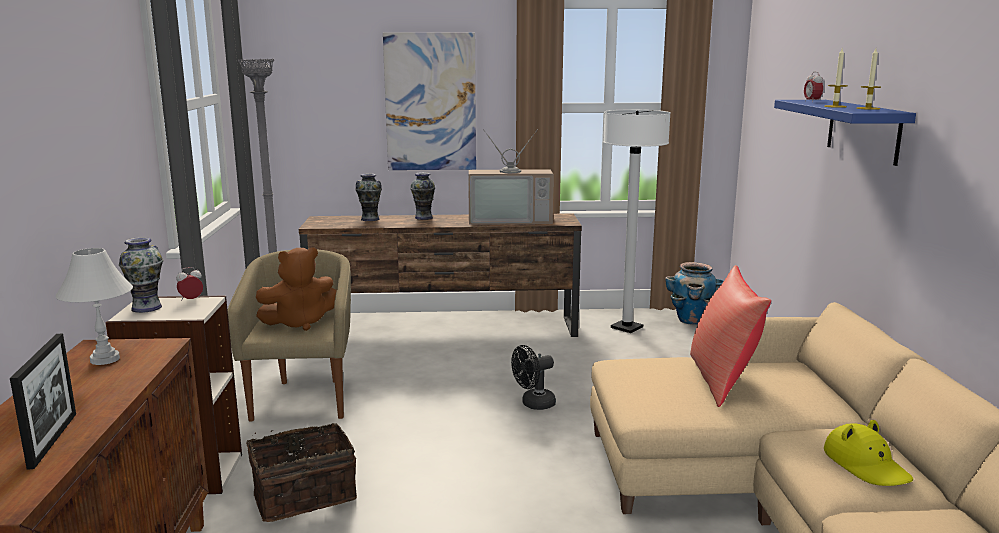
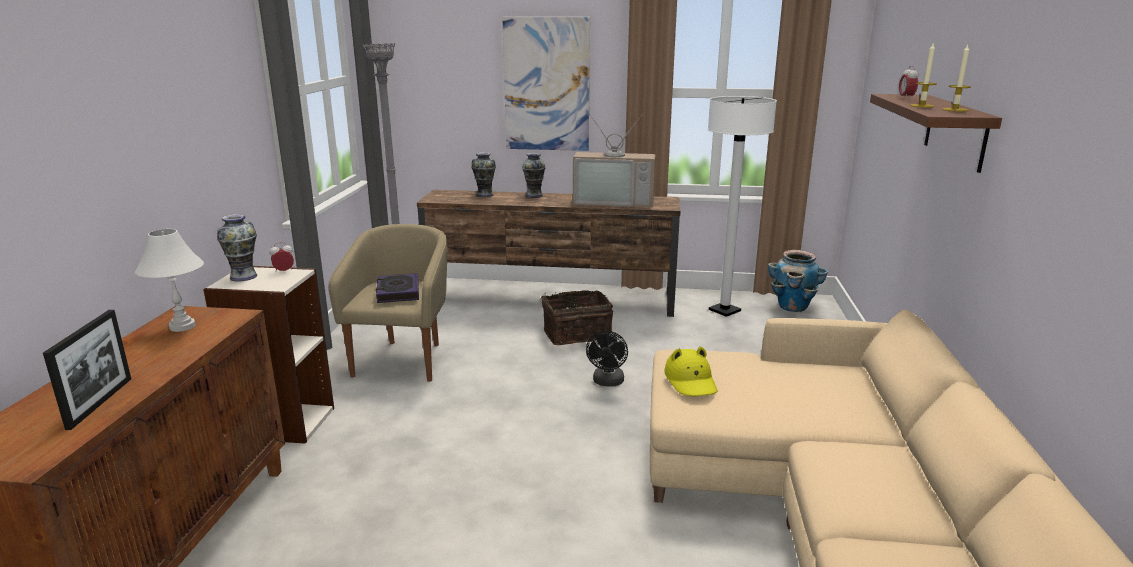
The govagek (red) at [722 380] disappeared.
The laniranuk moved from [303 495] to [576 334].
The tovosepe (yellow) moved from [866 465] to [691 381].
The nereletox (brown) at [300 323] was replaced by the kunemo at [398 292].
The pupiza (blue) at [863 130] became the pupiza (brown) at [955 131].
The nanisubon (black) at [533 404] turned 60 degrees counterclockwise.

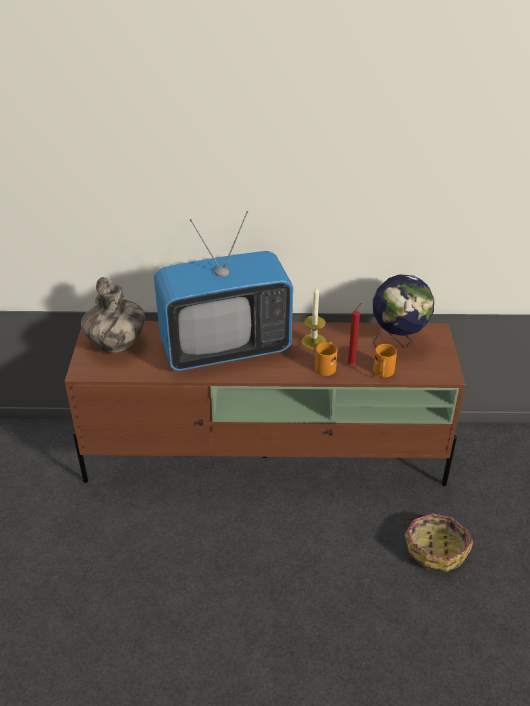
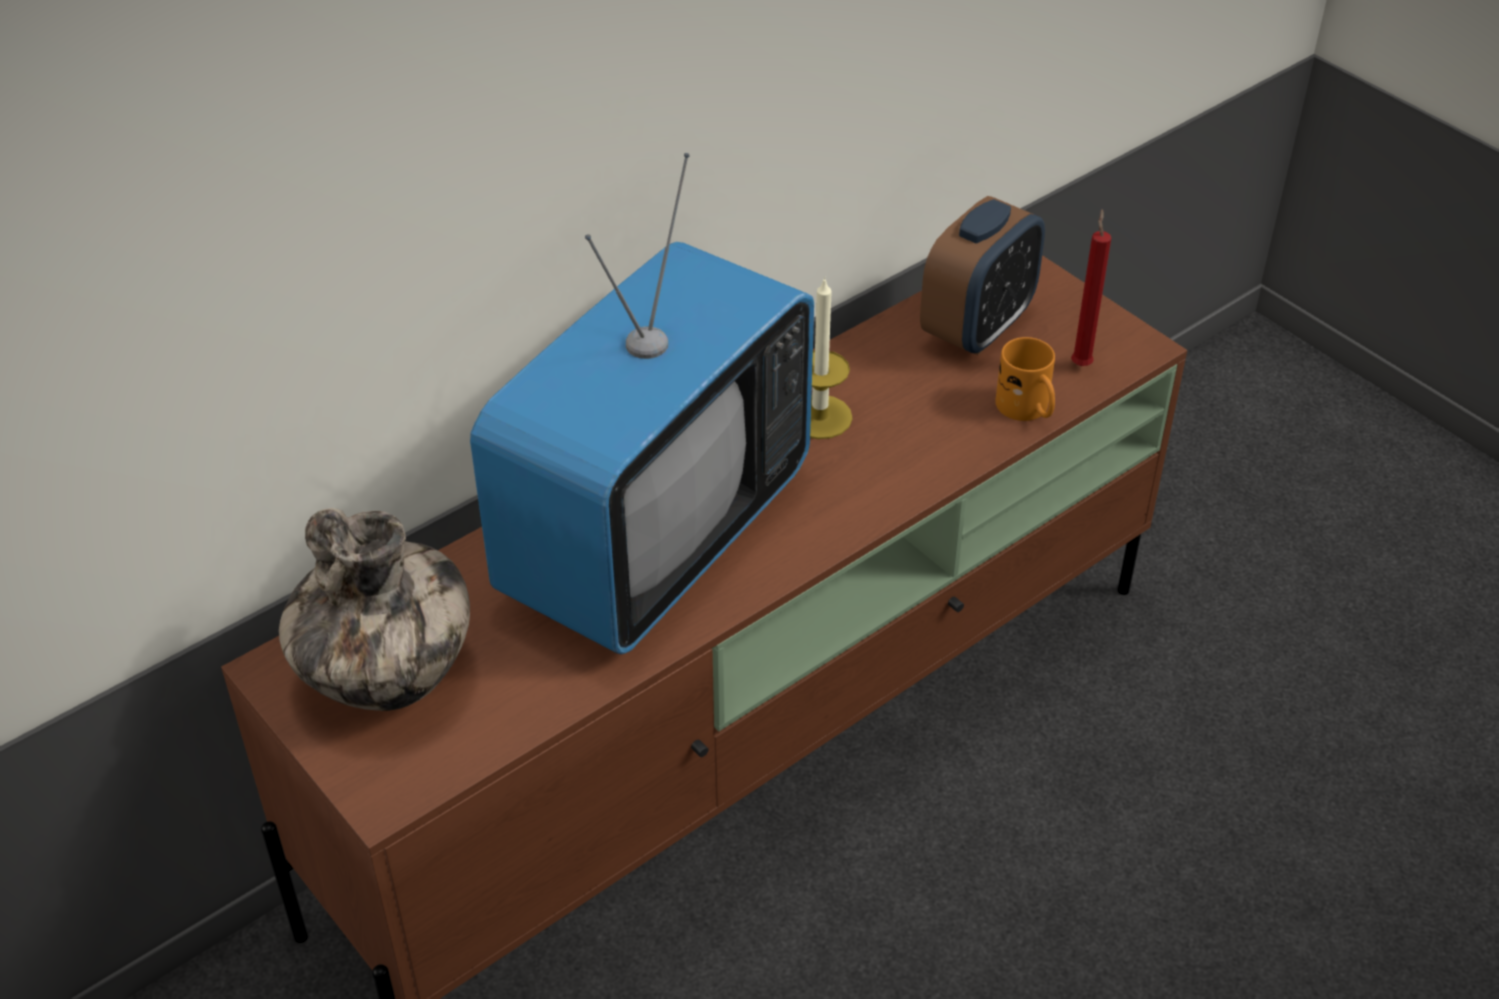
The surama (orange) at [326 366] disappeared.
The laniranuk at [436 549] disappeared.
The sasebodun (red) moved from [352 364] to [1081 363].
The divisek at [398 342] was replaced by the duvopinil at [977 328].

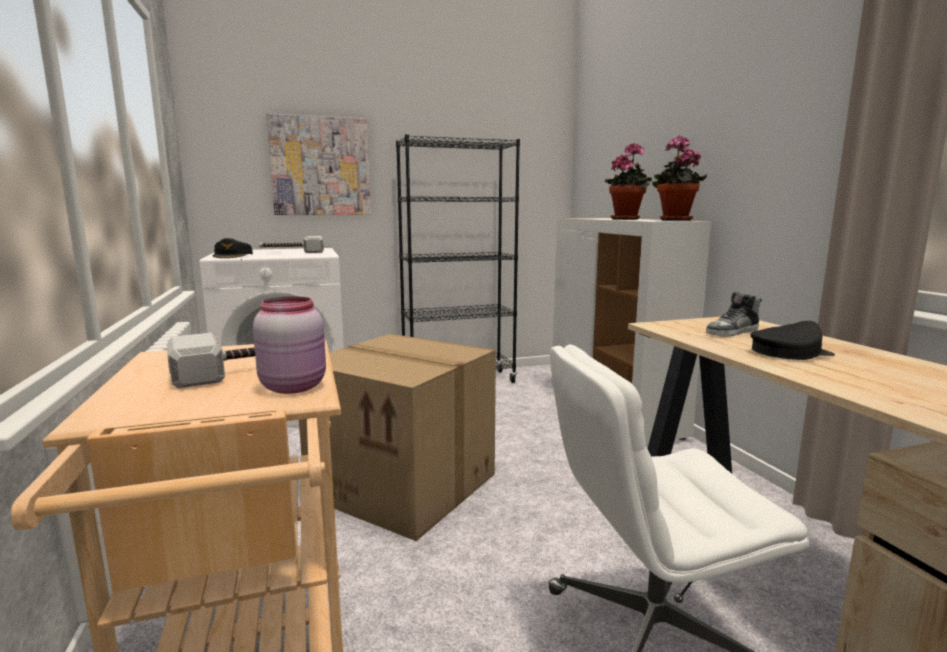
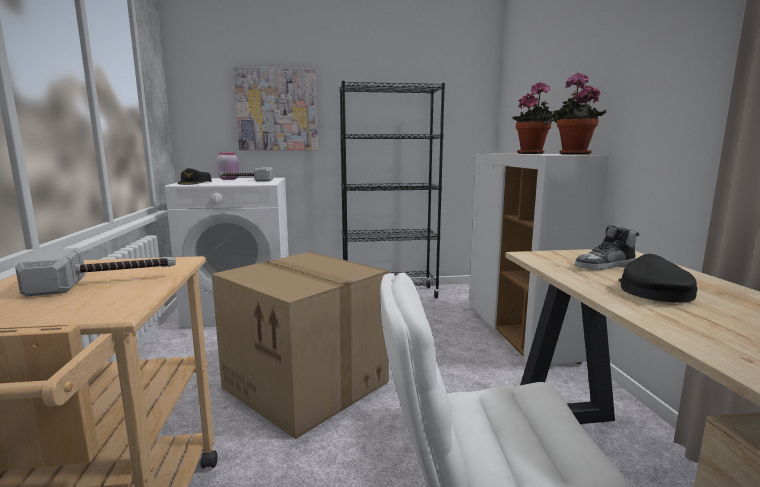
The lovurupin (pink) moved from [294 386] to [229 179].
The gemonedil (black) at [789 352] turned 75 degrees counterclockwise.

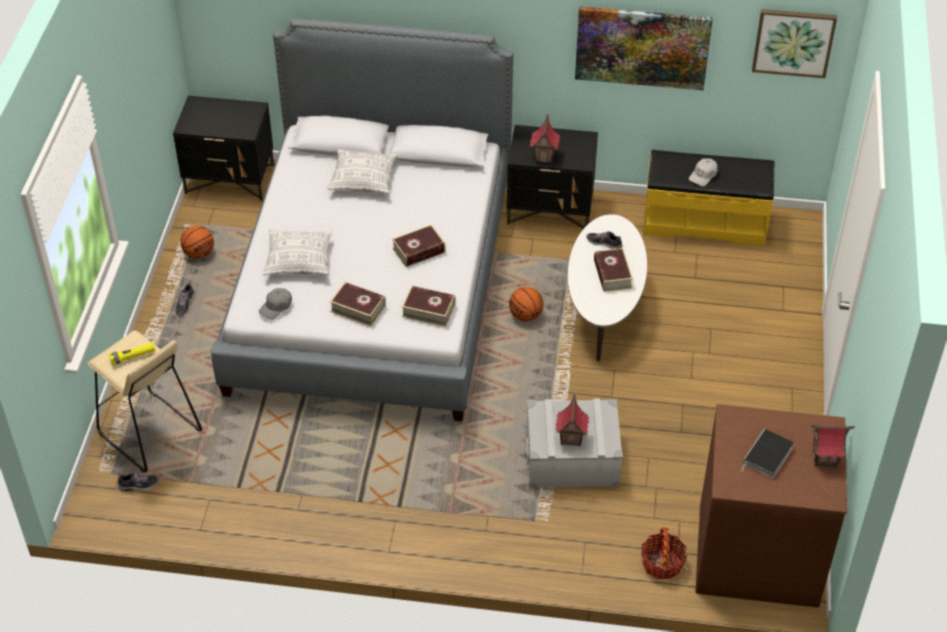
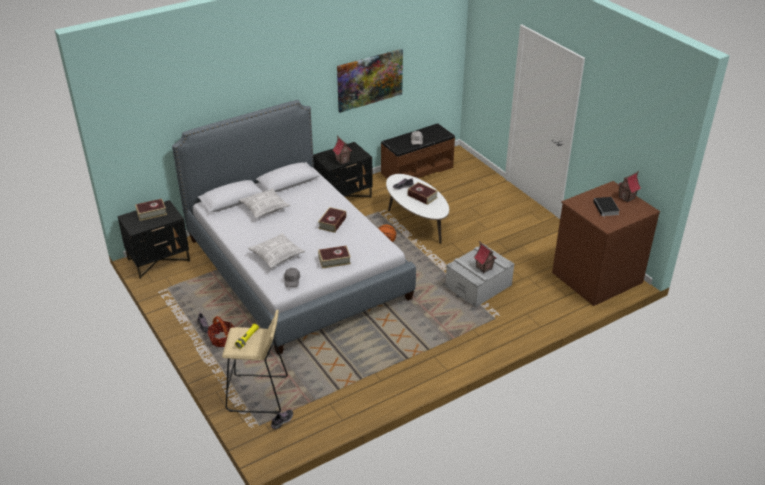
The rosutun at [199 253] disappeared.
The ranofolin at [793 42] disappeared.
The kunemo moved from [428 310] to [151 213].
The laniranuk moved from [662 563] to [222 339].
The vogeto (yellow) at [704 221] became the vogeto (brown) at [417 170].

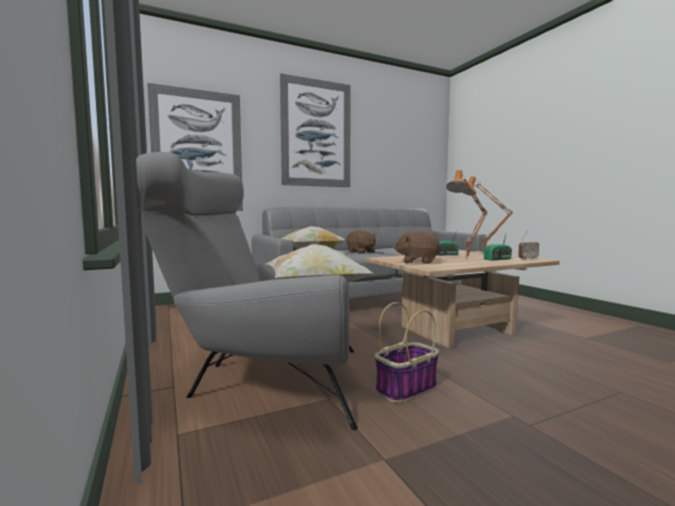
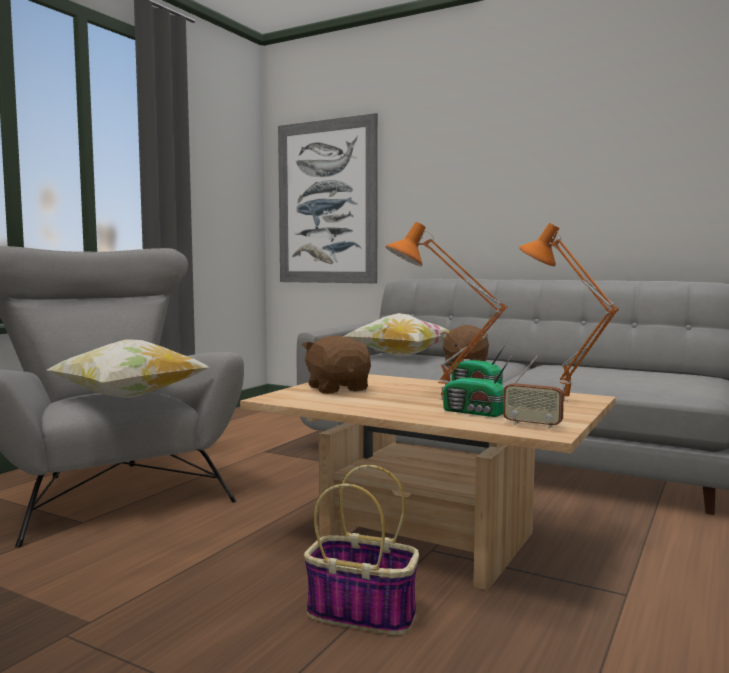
The ranofolin at [316 133] disappeared.
The laniranuk moved from [406 388] to [364 613].

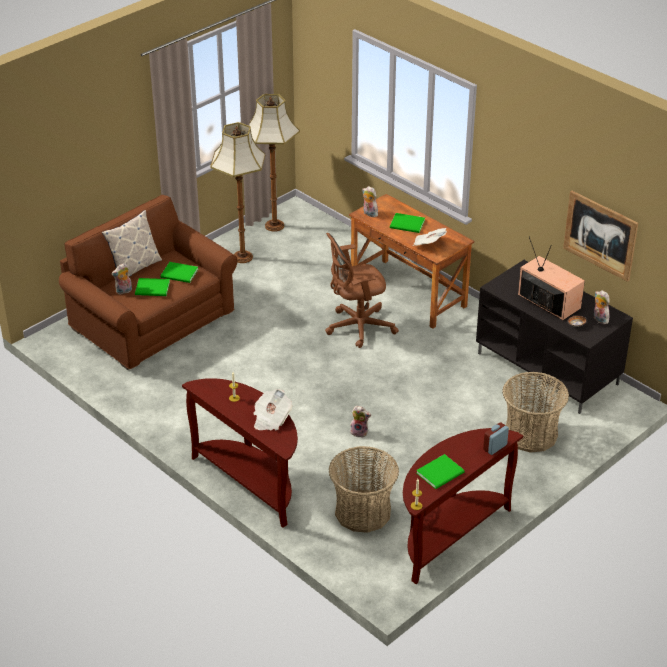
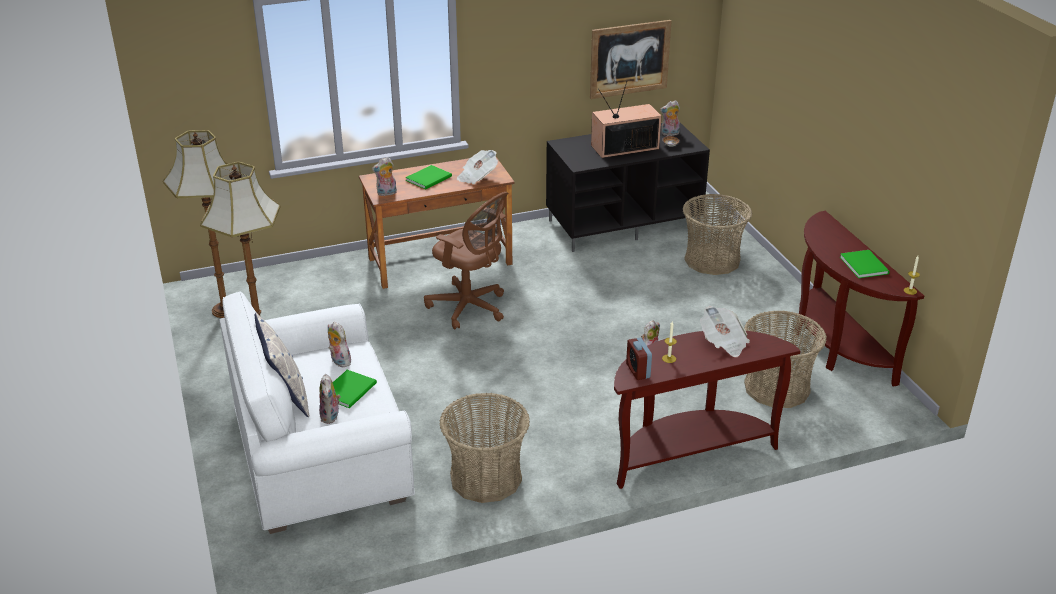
The laniranuk at [486 478] appeared.
The duvopinil moved from [495 447] to [638 371].
The kunemo (green) at [180 274] was replaced by the nereletox at [339 361].
The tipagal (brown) at [152 321] became the tipagal (white) at [321 454].
The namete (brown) at [357 327] turned 60 degrees counterclockwise.

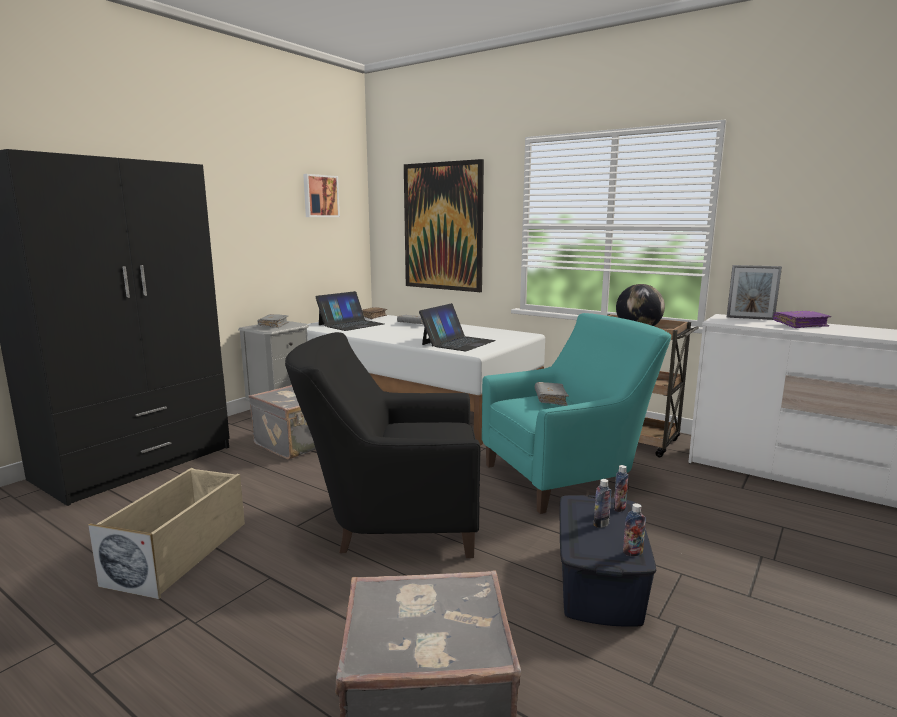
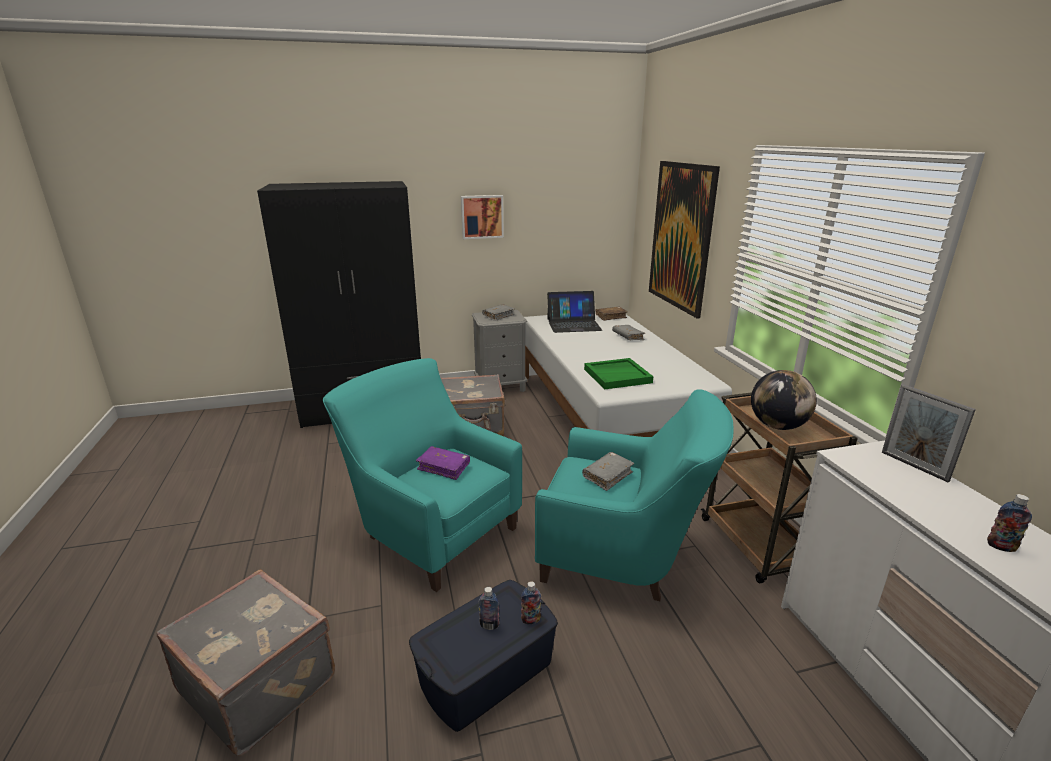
The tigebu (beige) at [179 552] disappeared.
The ranofolin moved from [320 196] to [482 216].
The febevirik moved from [632 552] to [1001 546].
The kunemo (purple) moved from [800 325] to [444 467].
The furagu at [458 342] was replaced by the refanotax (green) at [617 376].
The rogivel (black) at [391 522] became the rogivel (turquoise) at [430 529].

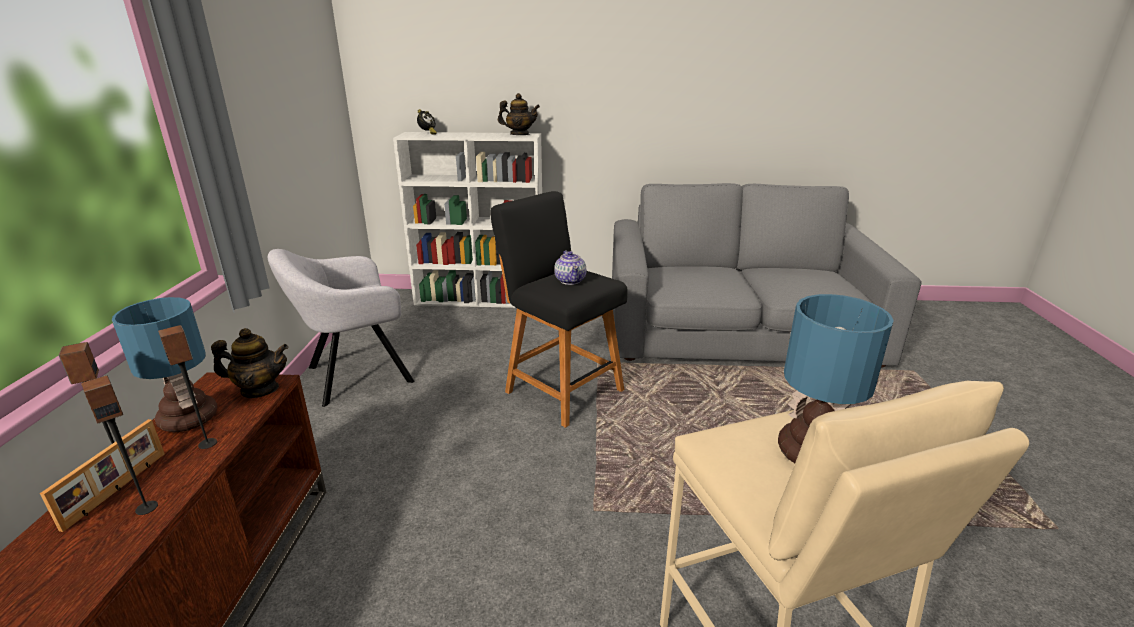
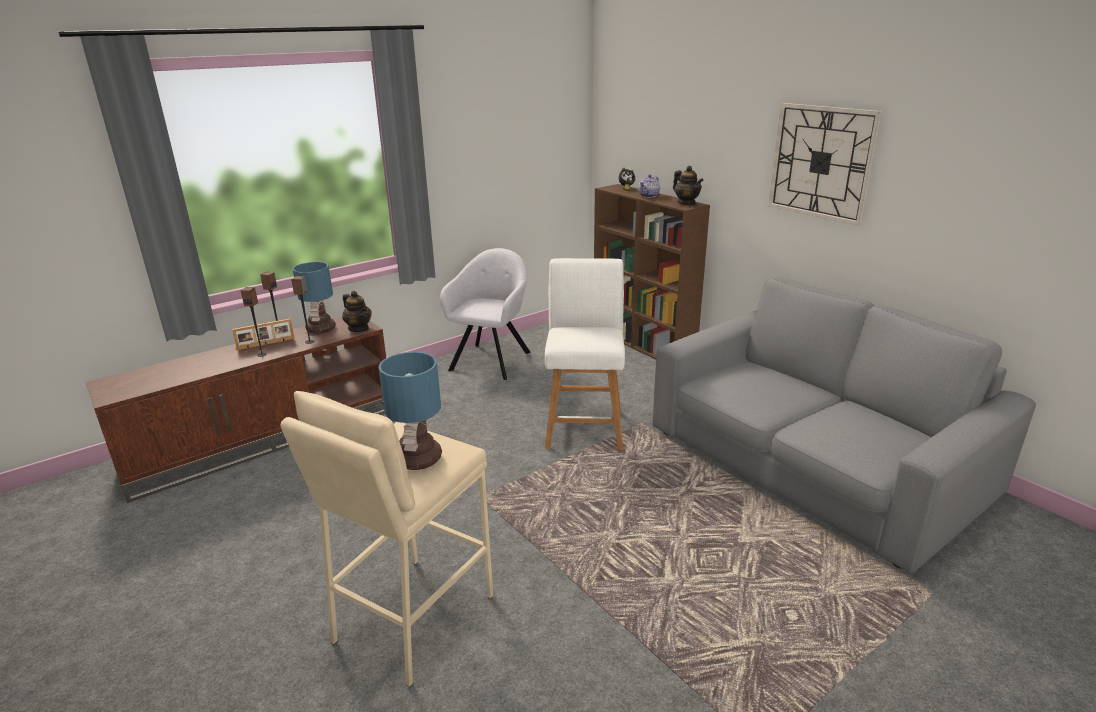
The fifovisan at [821 162] appeared.
The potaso moved from [570 280] to [649 196].
The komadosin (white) at [481 299] became the komadosin (brown) at [643 344].
The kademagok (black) at [560 389] became the kademagok (white) at [584 426].
The rogivel (grey) at [355 375] turned 90 degrees clockwise.

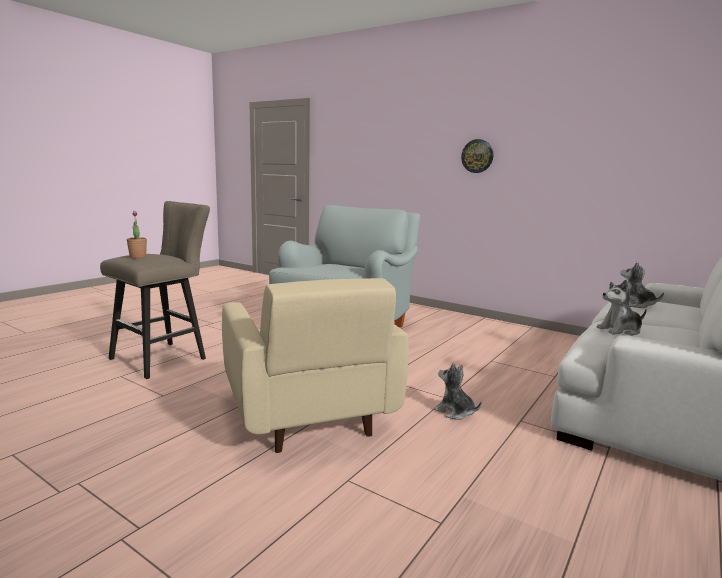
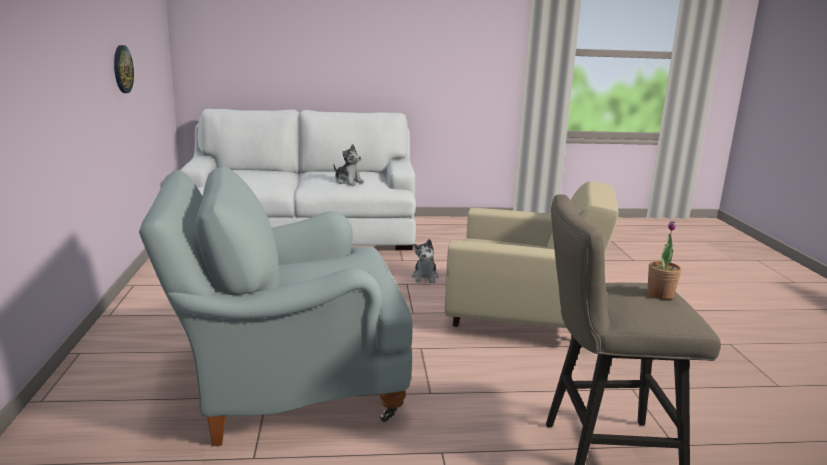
The nereletox at [635 305] disappeared.
The fifovisan moved from [477 156] to [122 69].
The rogivel (beige) at [307 414] turned 75 degrees clockwise.

